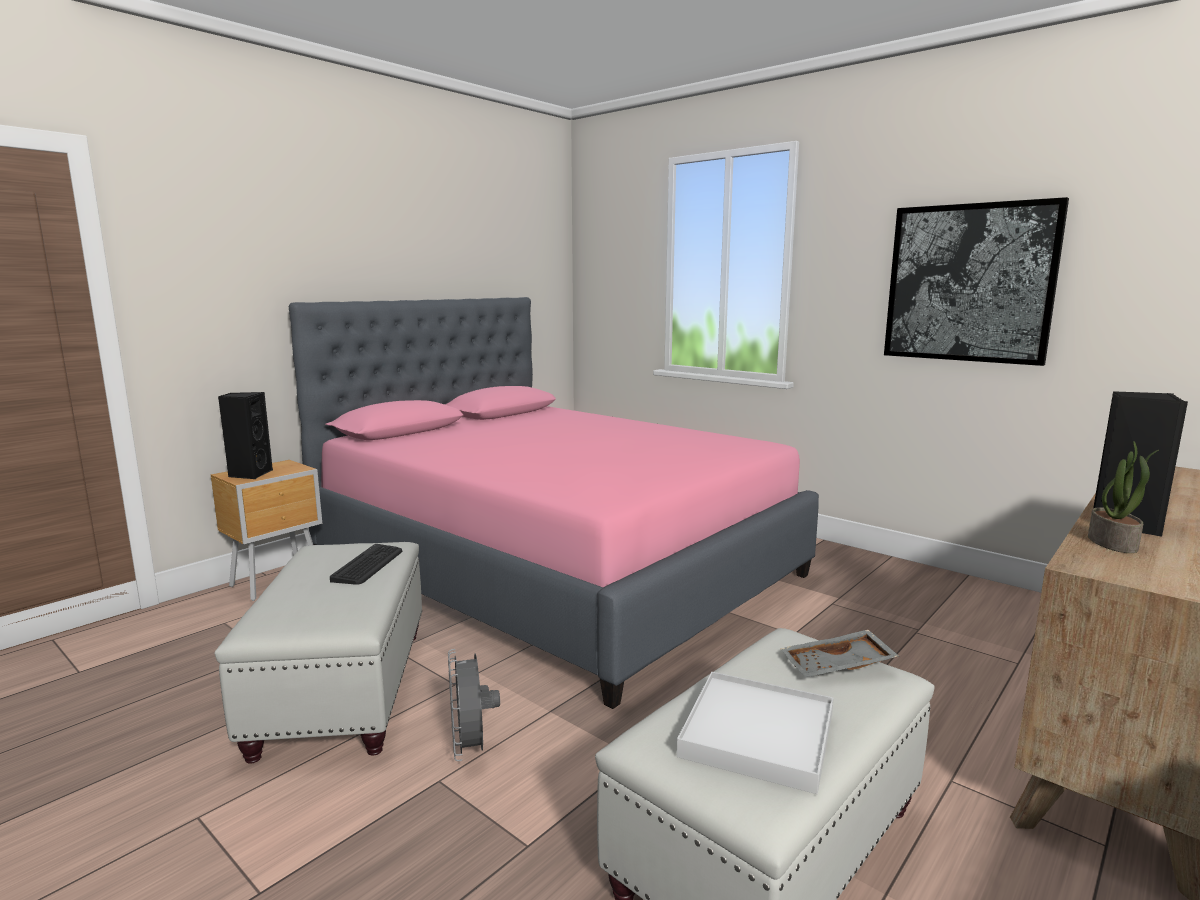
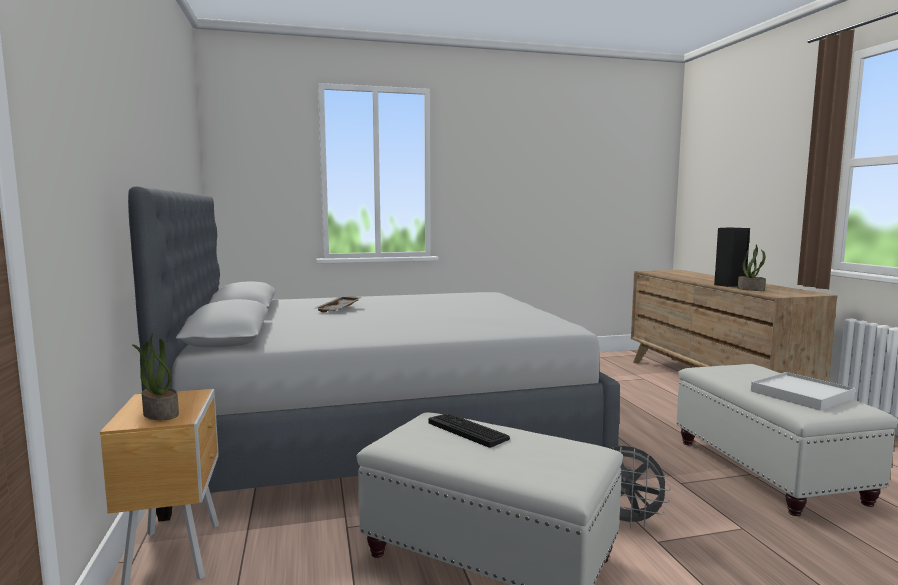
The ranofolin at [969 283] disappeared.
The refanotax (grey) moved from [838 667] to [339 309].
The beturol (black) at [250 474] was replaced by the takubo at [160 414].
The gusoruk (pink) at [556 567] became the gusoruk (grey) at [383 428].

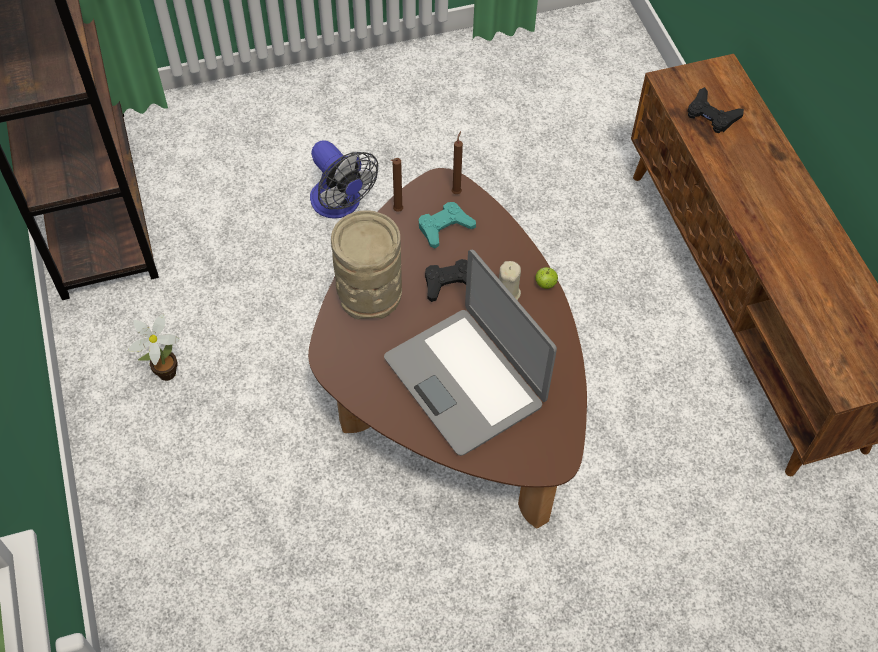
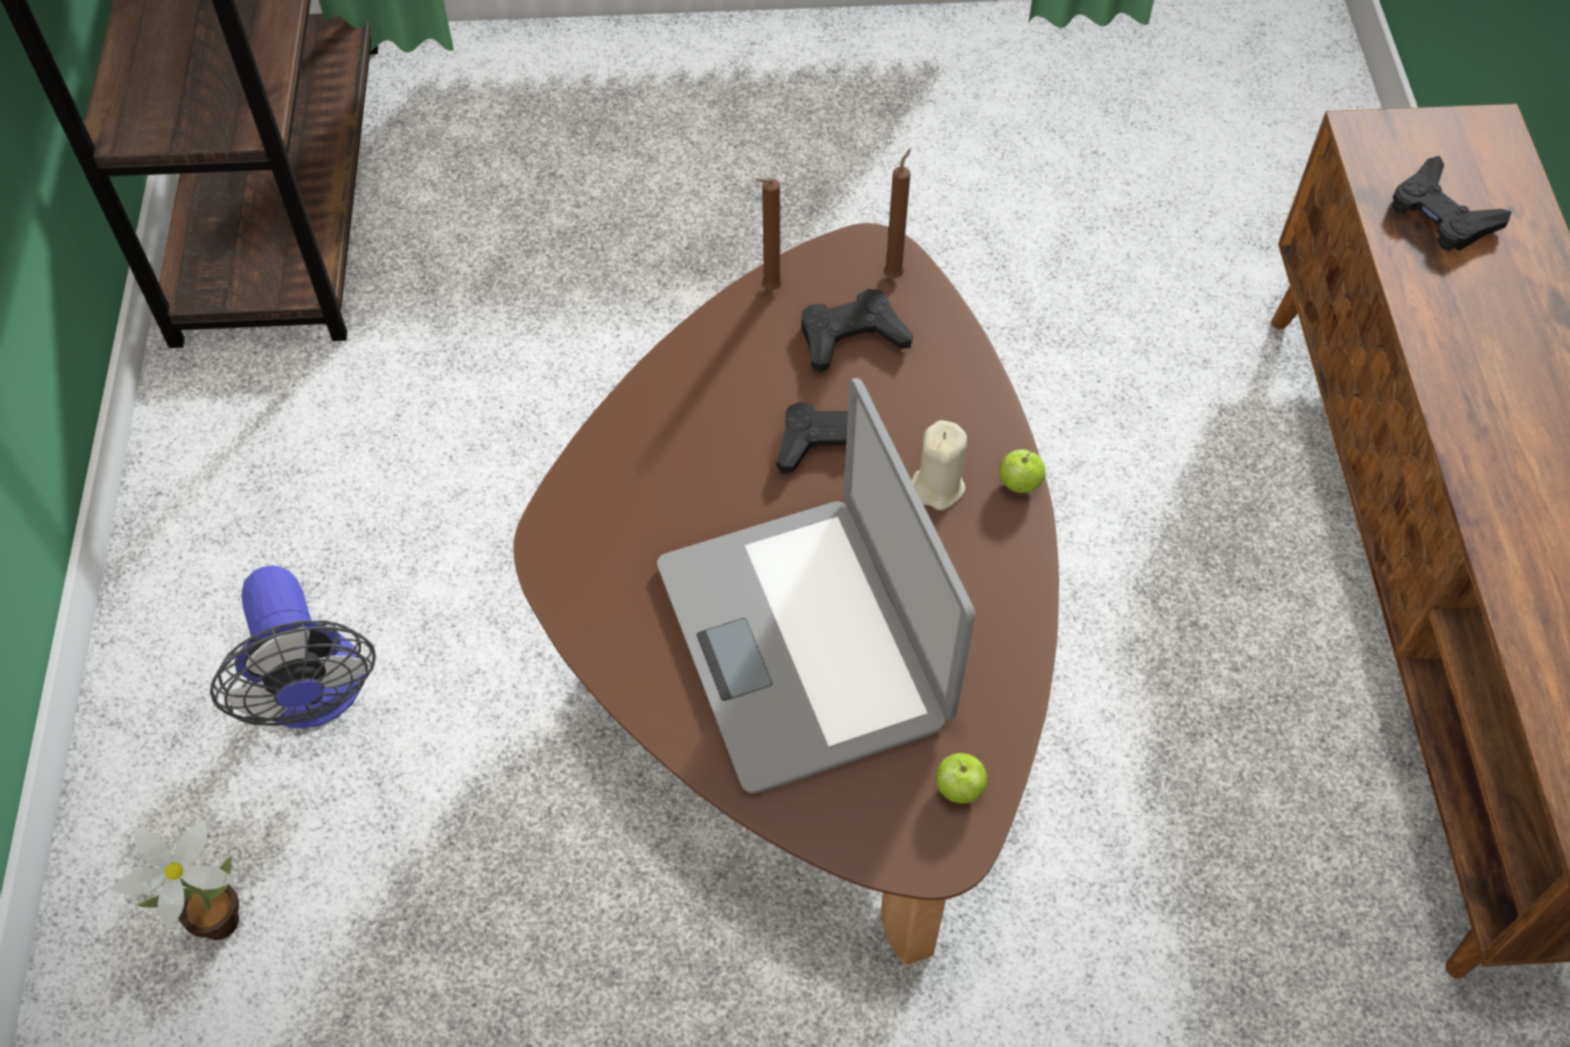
The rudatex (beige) at [370 293] disappeared.
The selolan at [959 789] appeared.
The takubo moved from [163 374] to [212 922].
The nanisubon moved from [340 205] to [314 696].
The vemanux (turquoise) at [444 227] became the vemanux (black) at [851 337].

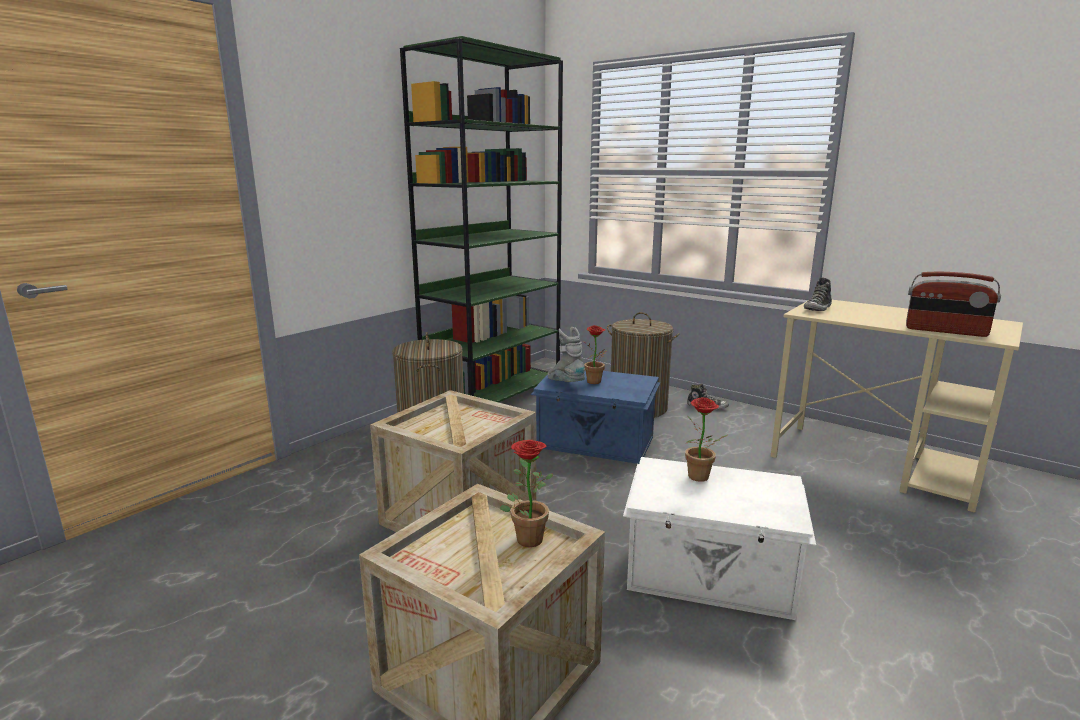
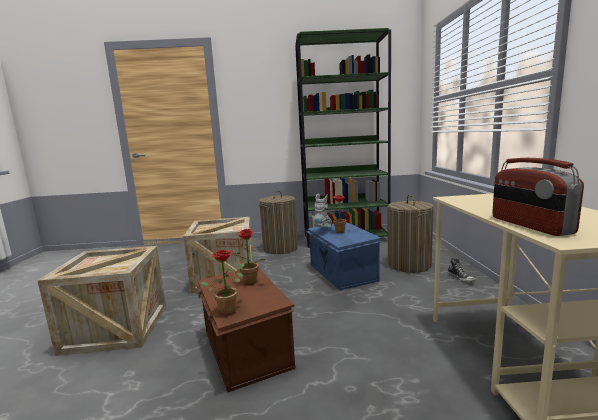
The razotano at [817 309] disappeared.
The takubo moved from [527 536] to [229 309].
The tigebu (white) at [710 576] became the tigebu (brown) at [245 349].

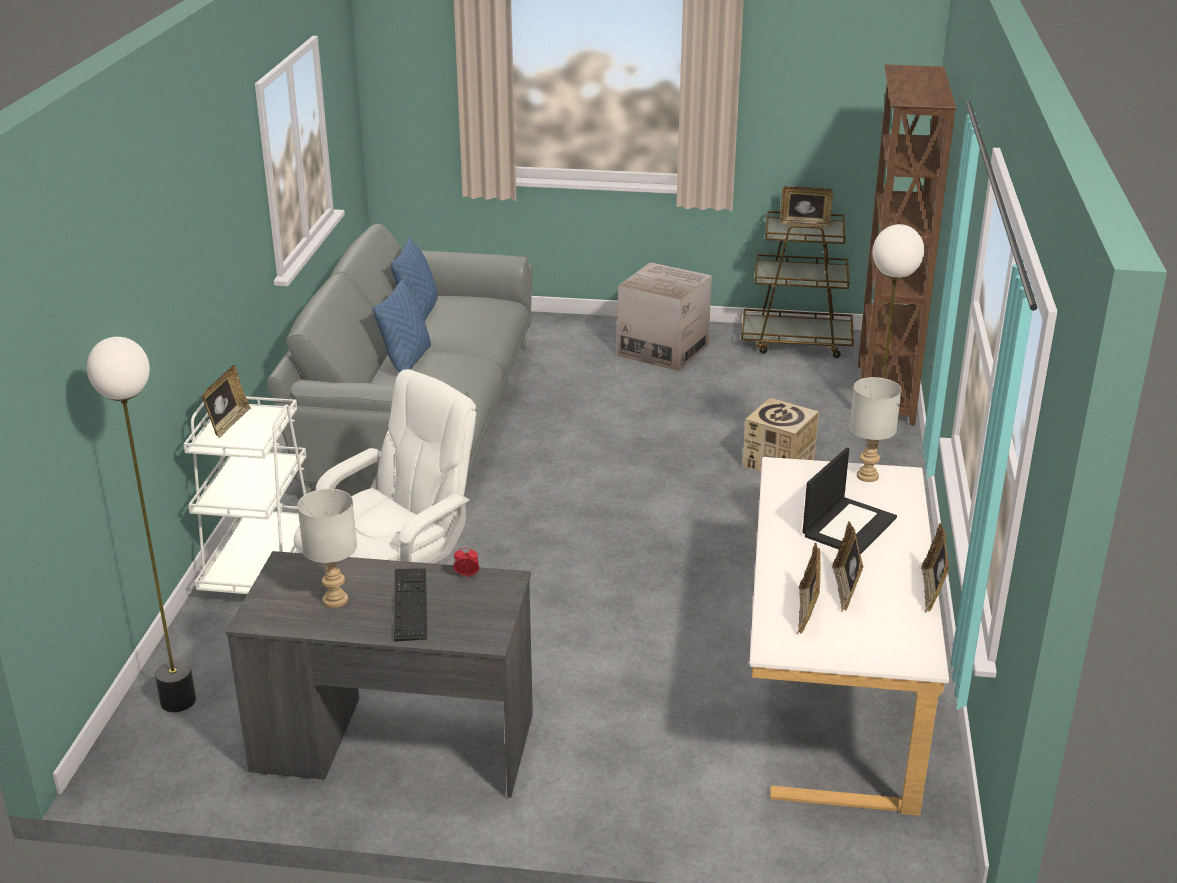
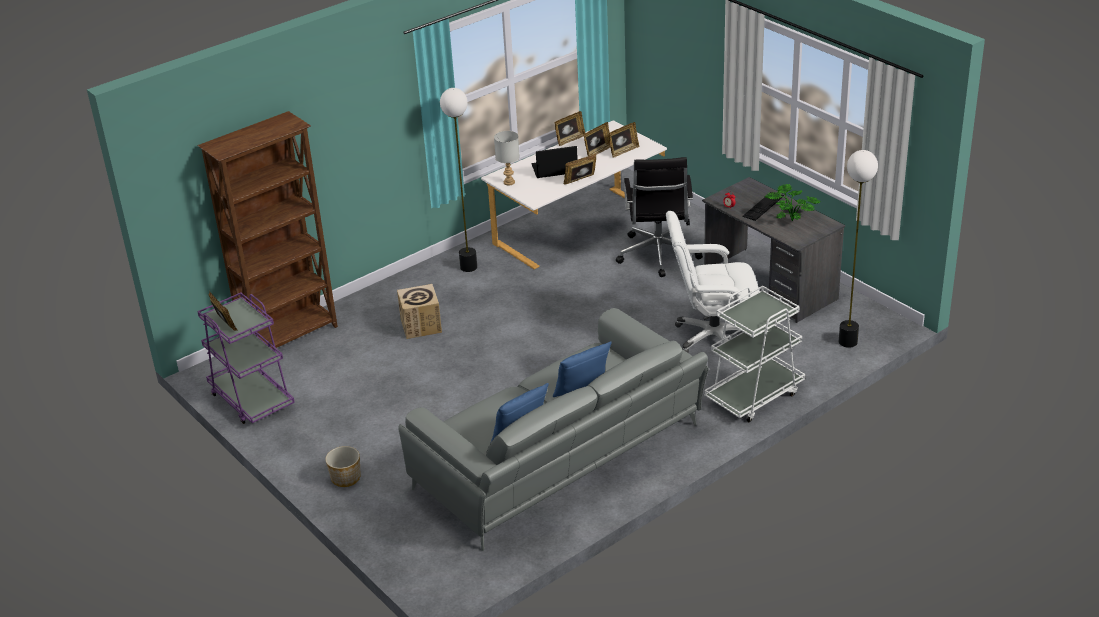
The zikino at [663 350] disappeared.
The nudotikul at [345 478] appeared.
The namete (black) at [658 255] appeared.
The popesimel moved from [228 423] to [581 181].
The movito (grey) at [334 601] was replaced by the takubo at [791 219].
The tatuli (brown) at [796 342] became the tatuli (purple) at [251 399].

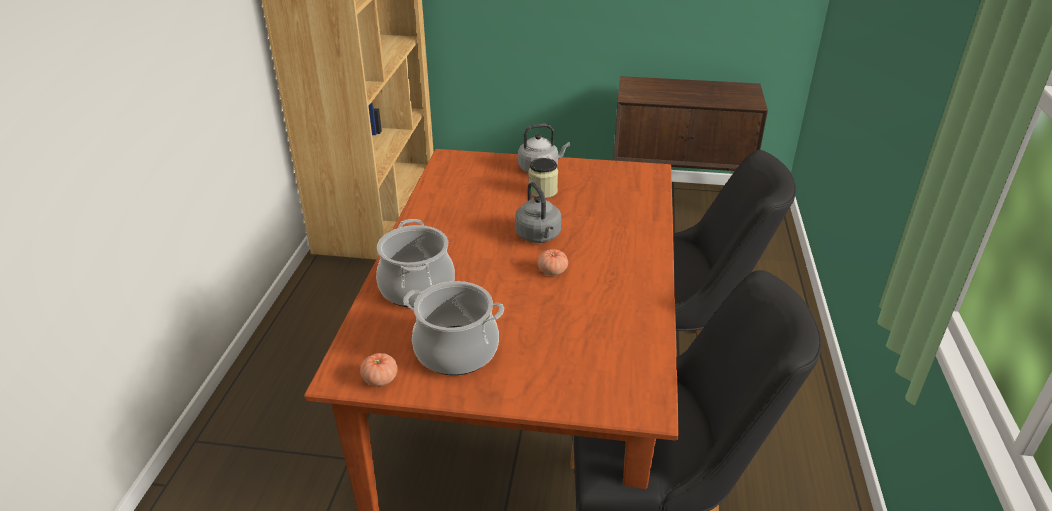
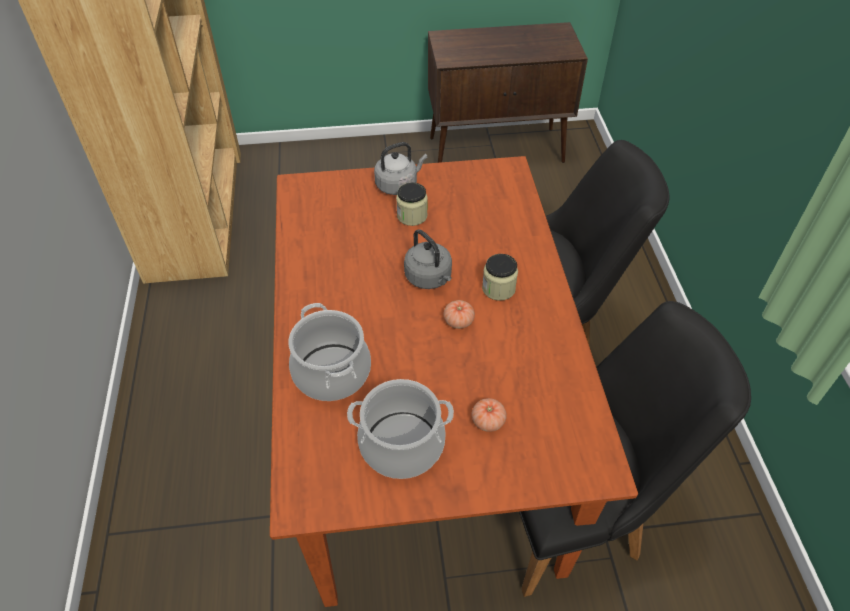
The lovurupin at [498 288] appeared.
The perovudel moved from [380 379] to [488 421].

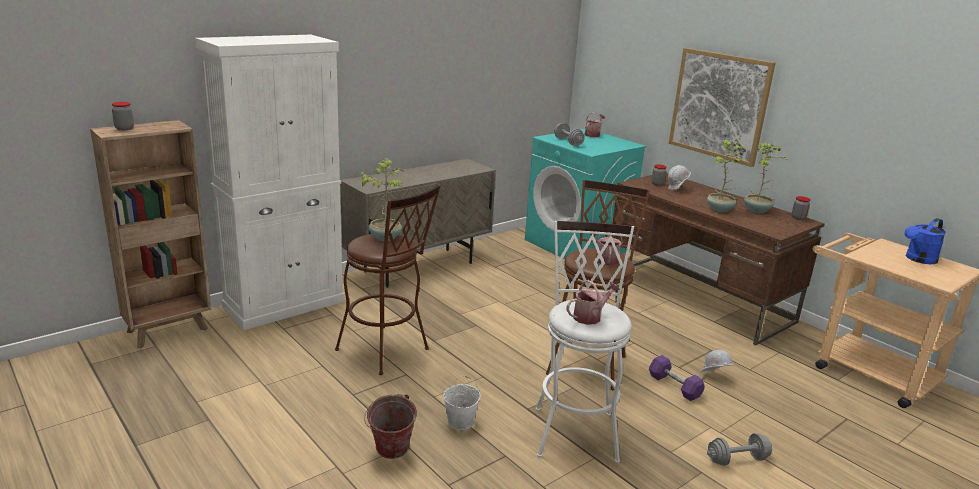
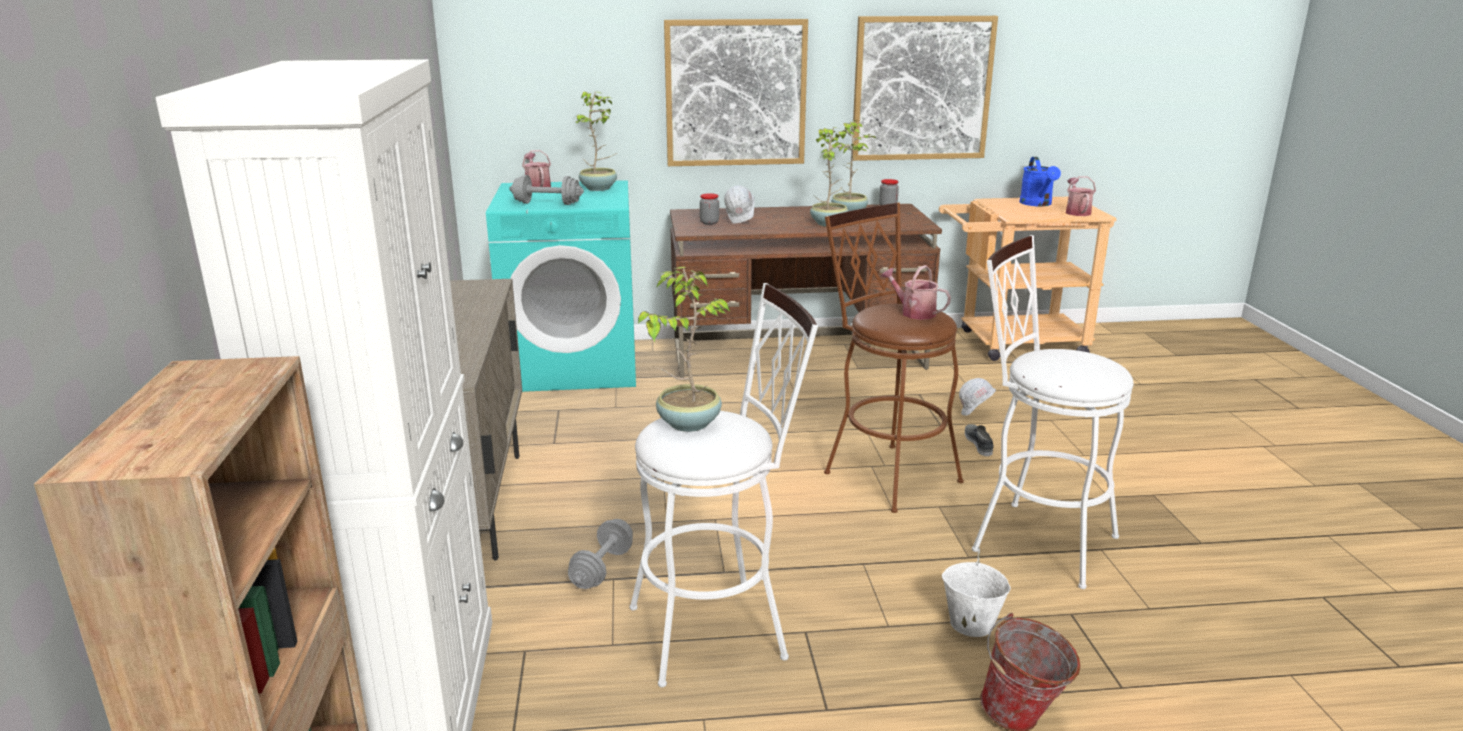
The lovurupin at [124 128] disappeared.
The takubo at [599 188] appeared.
The ranofolin at [922 88] appeared.
The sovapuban moved from [590 317] to [1077 212].
The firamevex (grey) moved from [737 459] to [602 568].
The firamevex (purple) at [674 386] was replaced by the razotano (grey) at [979 443].
The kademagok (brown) at [387 352] became the kademagok (white) at [721 629].

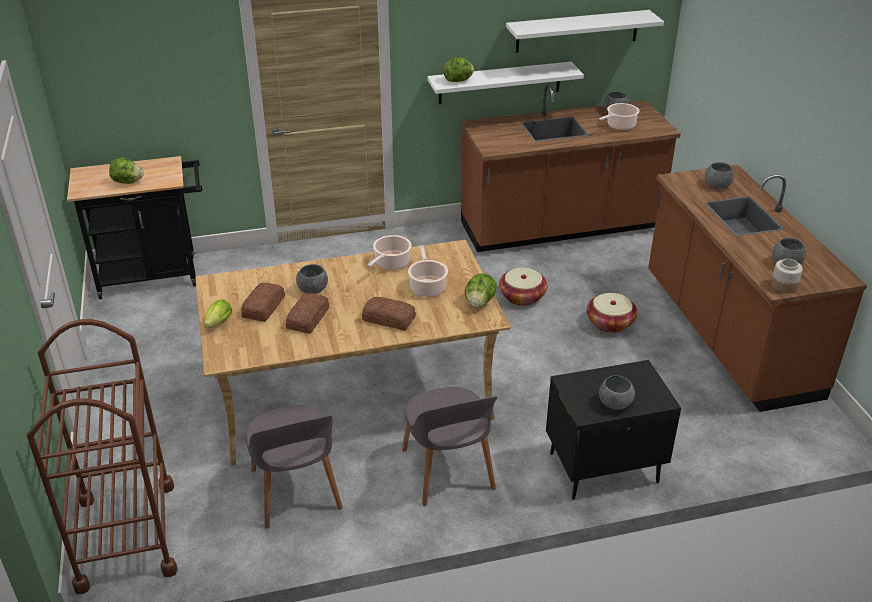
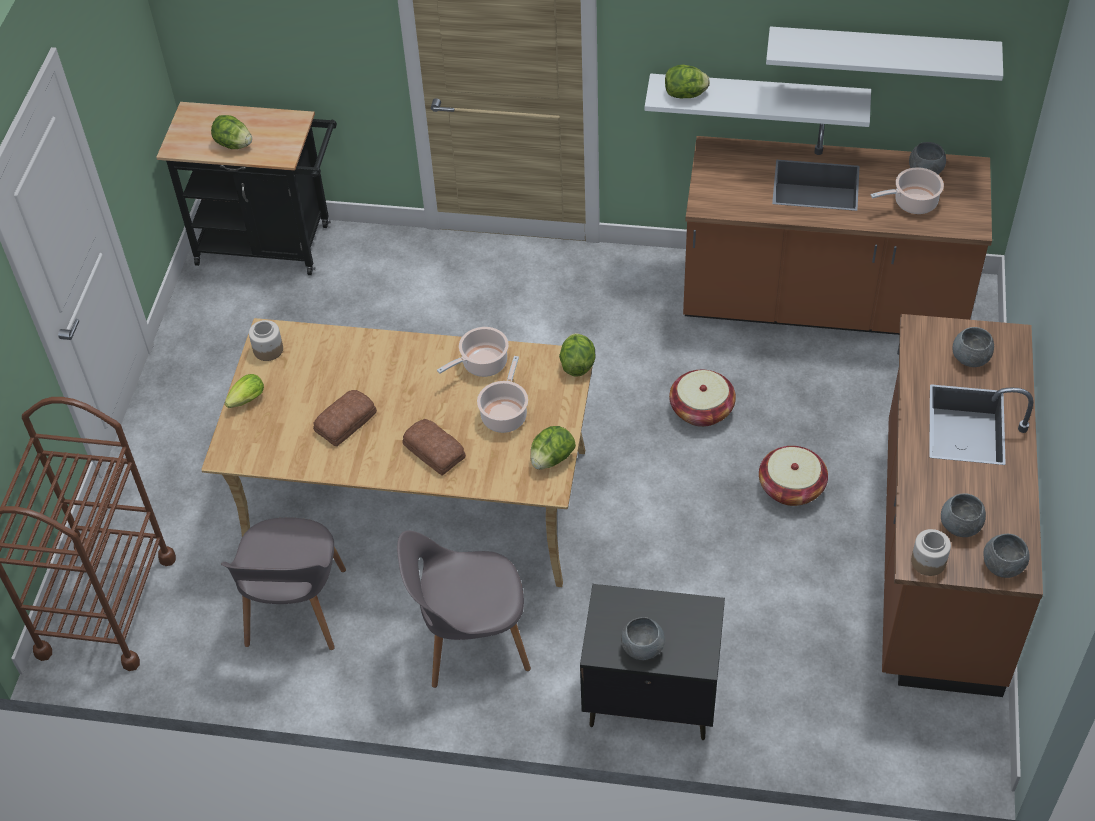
The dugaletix at [262 307] disappeared.
The lovurupin at [268 350] appeared.
The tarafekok at [577 364] appeared.
The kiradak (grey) moved from [312 290] to [1002 566].
The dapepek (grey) at [448 471] turned 75 degrees clockwise.

